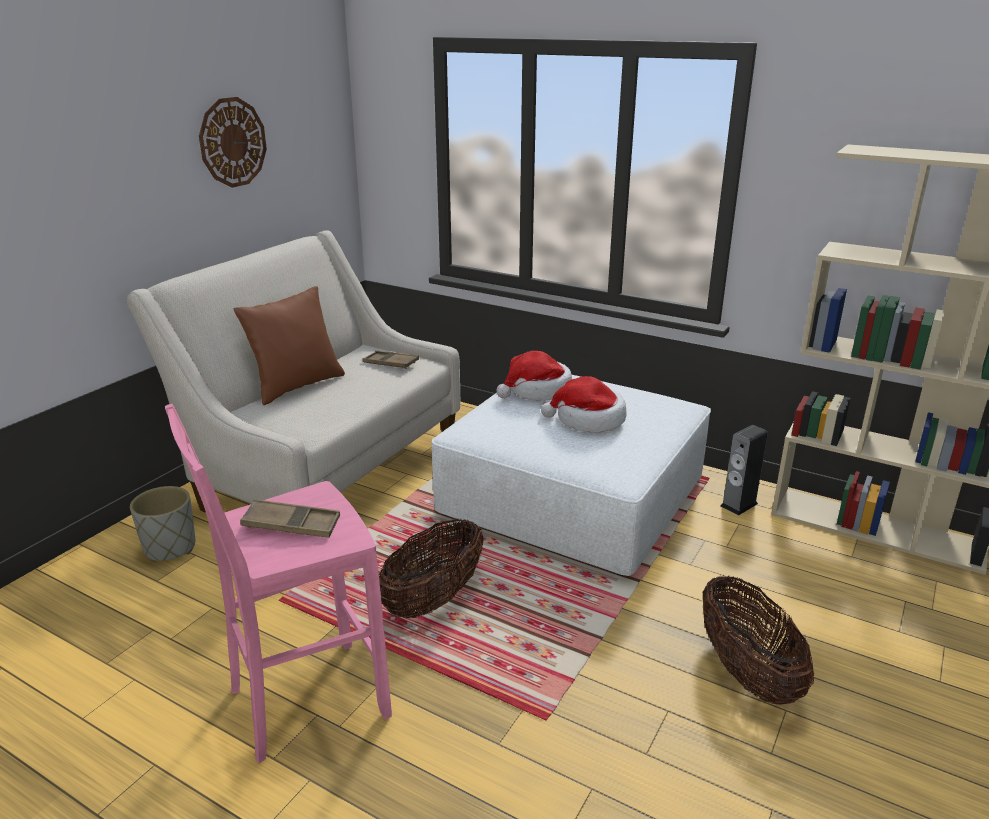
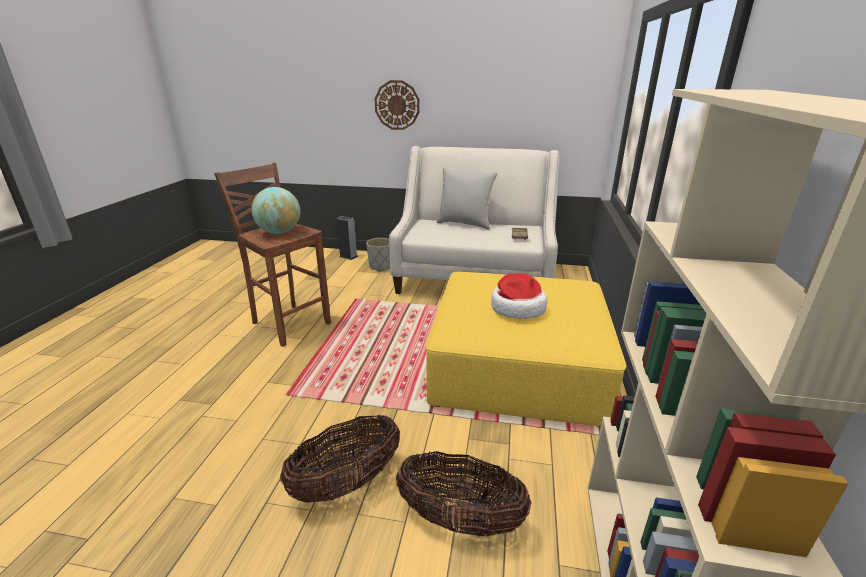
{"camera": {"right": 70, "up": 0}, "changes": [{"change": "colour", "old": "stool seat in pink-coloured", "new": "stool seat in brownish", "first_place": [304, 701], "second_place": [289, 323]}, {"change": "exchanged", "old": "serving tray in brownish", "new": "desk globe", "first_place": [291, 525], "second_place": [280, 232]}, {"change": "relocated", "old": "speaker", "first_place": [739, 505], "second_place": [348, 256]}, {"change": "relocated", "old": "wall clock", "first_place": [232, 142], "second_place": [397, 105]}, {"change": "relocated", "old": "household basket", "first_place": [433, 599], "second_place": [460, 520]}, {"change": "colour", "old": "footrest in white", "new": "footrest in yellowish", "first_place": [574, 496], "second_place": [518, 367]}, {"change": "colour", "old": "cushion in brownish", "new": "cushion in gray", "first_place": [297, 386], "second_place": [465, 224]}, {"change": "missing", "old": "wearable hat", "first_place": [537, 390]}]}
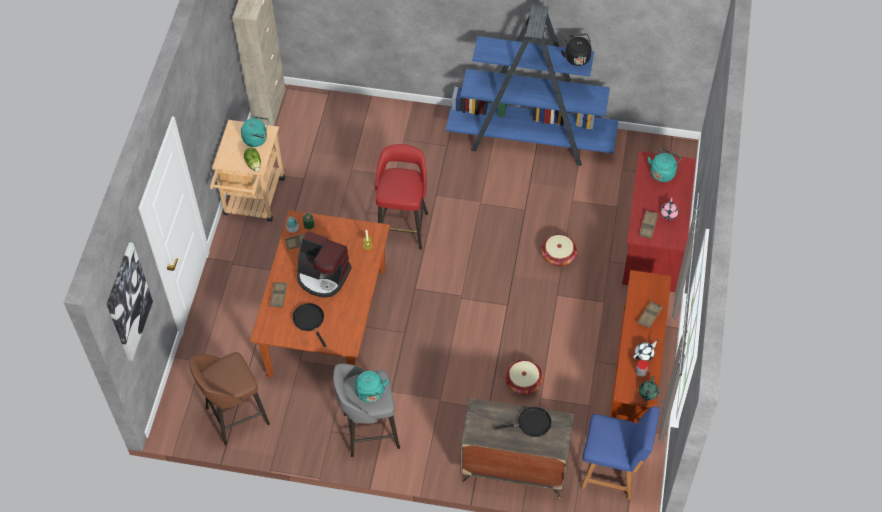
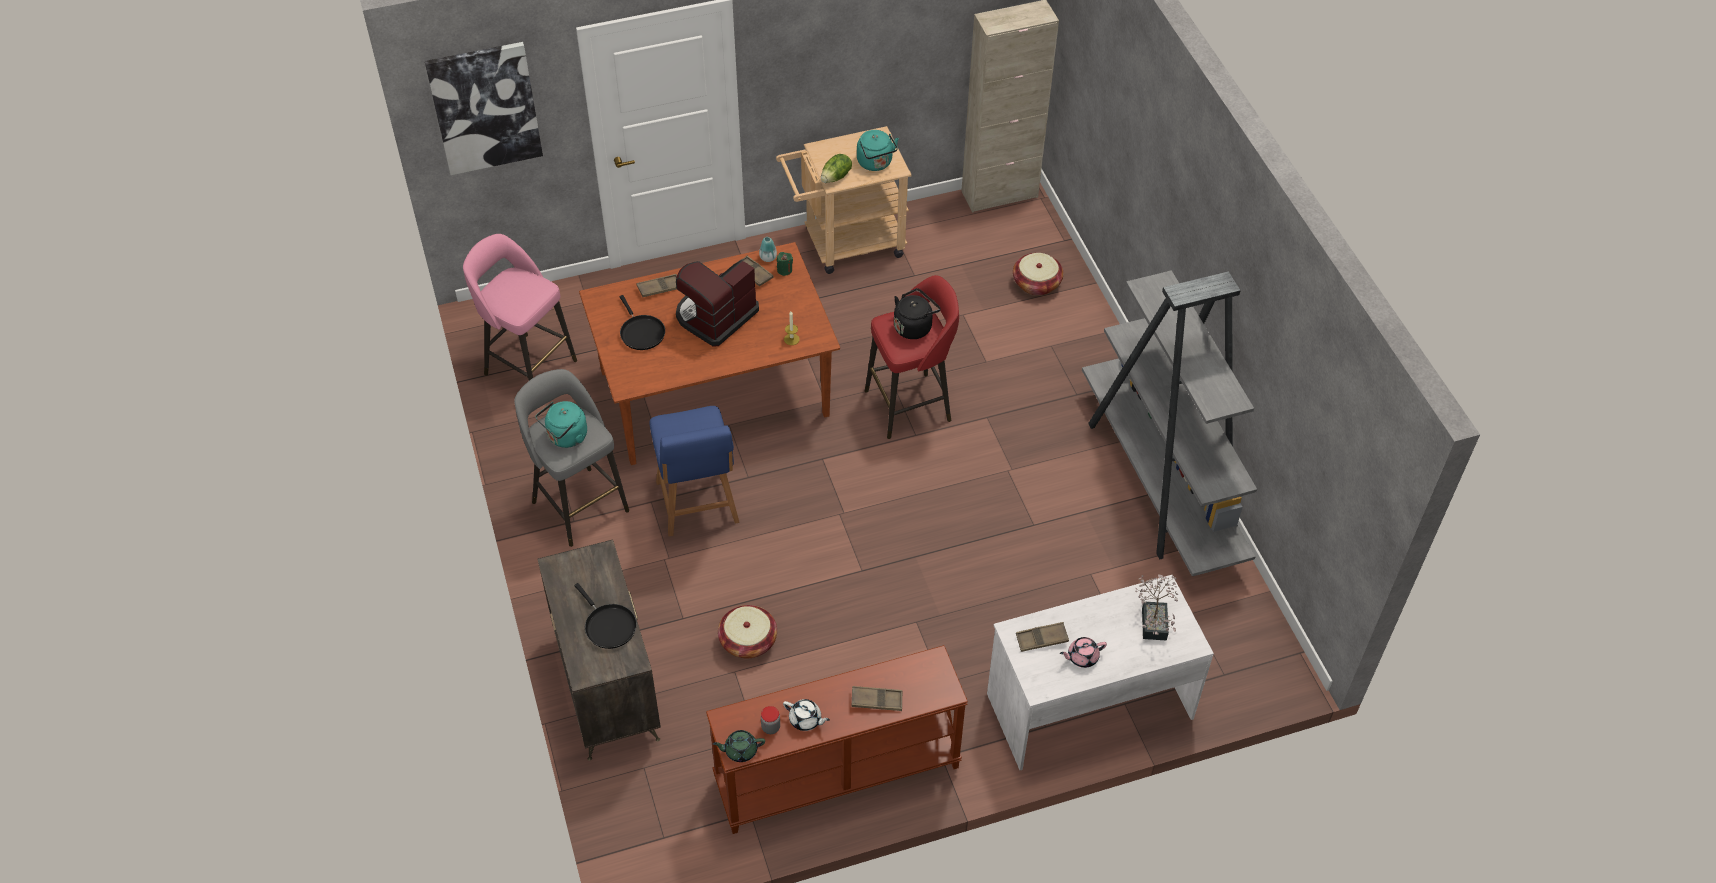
{"camera": {"right": 60, "up": -5}, "changes": [{"change": "colour", "old": "stool seat in brownish", "new": "stool seat in pink-coloured", "first_place": [235, 416], "second_place": [528, 366]}, {"change": "spun", "old": "pan in black-coloured", "first_place": [309, 320], "second_place": [641, 332], "degrees": 120}, {"change": "relocated", "old": "upright chair in bluish", "first_place": [613, 472], "second_place": [698, 505]}, {"change": "spun", "old": "coffee maker", "first_place": [323, 276], "second_place": [715, 316], "degrees": 45}, {"change": "relocated", "old": "kettle in black-coloured", "first_place": [576, 57], "second_place": [914, 326]}, {"change": "colour", "old": "desk in red", "new": "desk in white", "first_place": [653, 242], "second_place": [1089, 704]}, {"change": "relocated", "old": "household basket", "first_place": [558, 256], "second_place": [1036, 283]}, {"change": "colour", "old": "bookshelf in bluish", "new": "bookshelf in gray", "first_place": [531, 139], "second_place": [1160, 482]}, {"change": "exchanged", "old": "kettle in turquoise-coloured", "new": "houseplant", "first_place": [663, 172], "second_place": [1154, 620]}]}
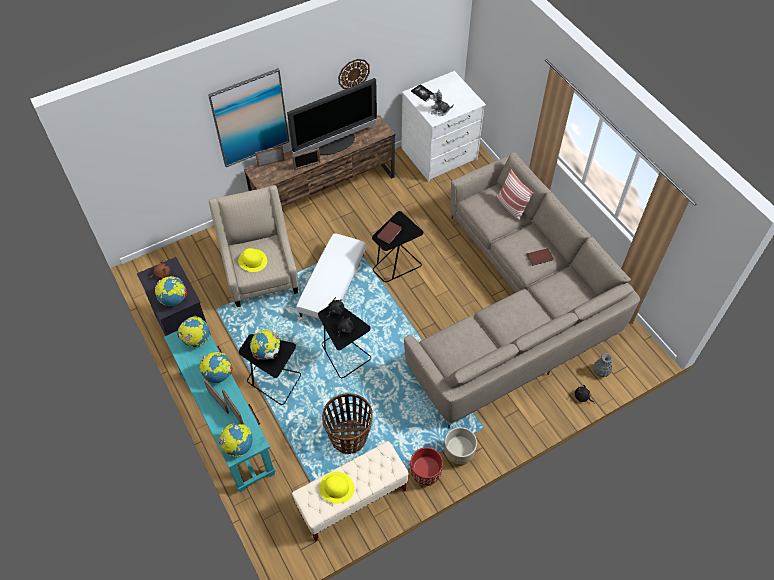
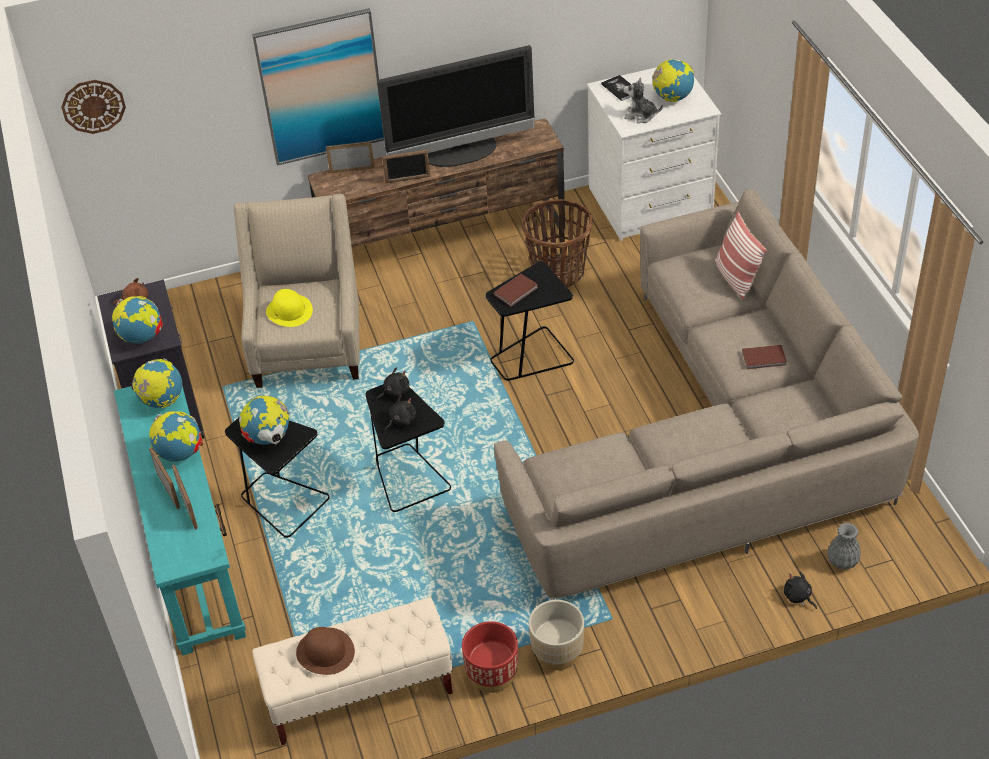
{"camera": {"right": 15, "up": -10}, "changes": [{"change": "relocated", "old": "wall clock", "first_place": [353, 74], "second_place": [93, 106]}, {"change": "colour", "old": "wearable hat in yellowish", "new": "wearable hat in brownish", "first_place": [337, 488], "second_place": [325, 652]}, {"change": "relocated", "old": "household basket", "first_place": [349, 437], "second_place": [558, 273]}, {"change": "relocated", "old": "desk globe", "first_place": [238, 446], "second_place": [672, 98]}, {"change": "missing", "old": "footrest in white", "first_place": [332, 285]}]}
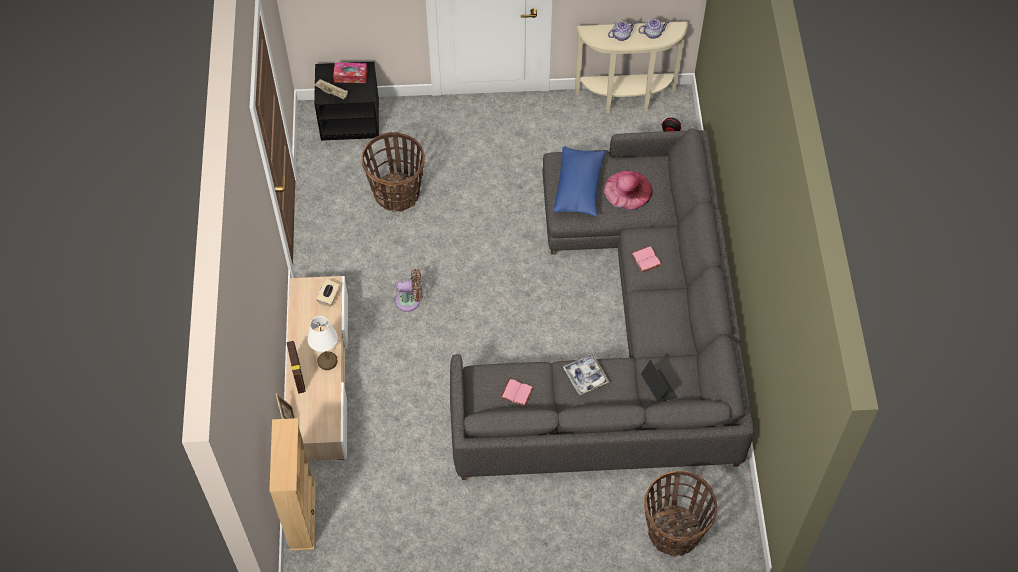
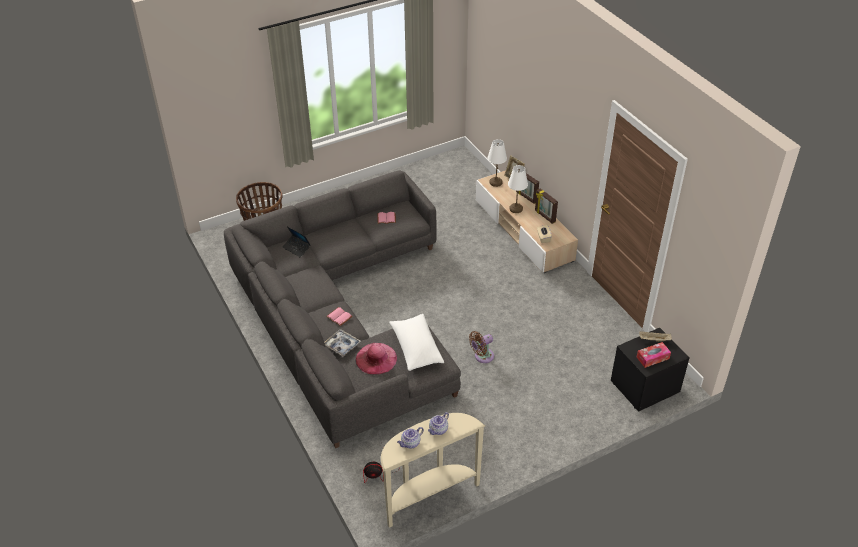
{"camera": {"right": 155, "up": -15}, "changes": [{"change": "relocated", "old": "serving tray", "first_place": [585, 376], "second_place": [342, 345]}, {"change": "colour", "old": "cushion in bluish", "new": "cushion in white", "first_place": [578, 188], "second_place": [416, 348]}, {"change": "relocated", "old": "cooling fan in brownish", "first_place": [410, 301], "second_place": [482, 356]}, {"change": "appeared", "new": "lamp for a table in white", "second_place": [495, 182]}, {"change": "appeared", "new": "photo frame", "second_place": [544, 216]}, {"change": "missing", "old": "bookshelf in sand-coloured", "first_place": [302, 516]}, {"change": "missing", "old": "household basket", "first_place": [397, 193]}]}
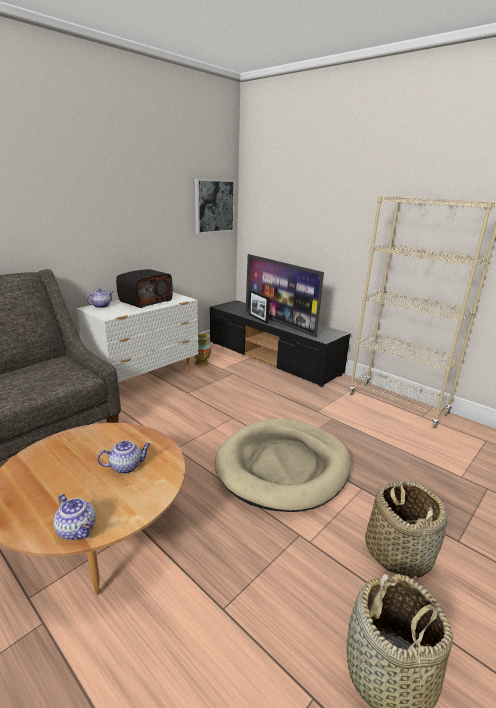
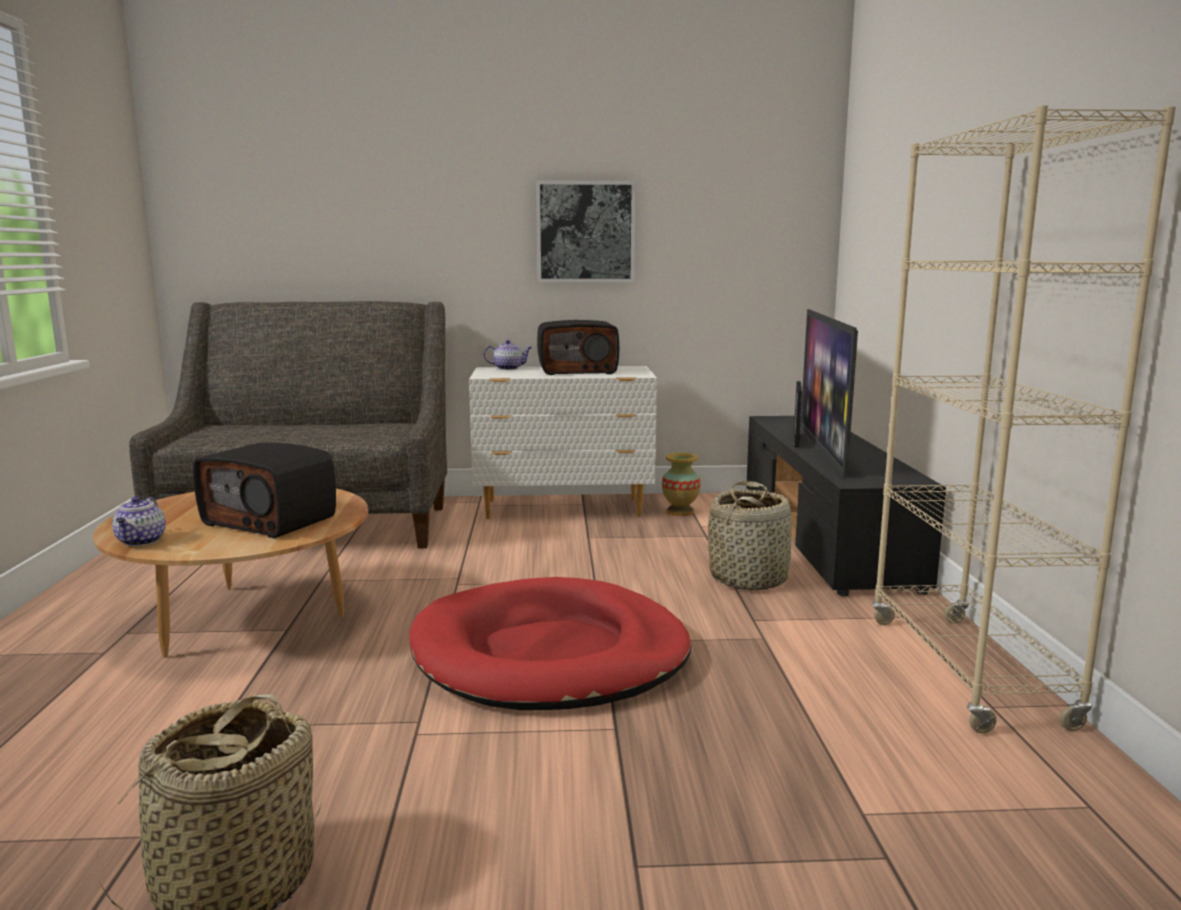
{"camera": {"right": 45, "up": -10}, "changes": [{"change": "exchanged", "old": "tea pot", "new": "radio receiver", "first_place": [126, 466], "second_place": [271, 520]}, {"change": "colour", "old": "dog bed in sand-coloured", "new": "dog bed in red", "first_place": [283, 466], "second_place": [550, 654]}, {"change": "relocated", "old": "wall art", "first_place": [214, 206], "second_place": [585, 232]}, {"change": "relocated", "old": "household basket", "first_place": [398, 551], "second_place": [749, 578]}]}
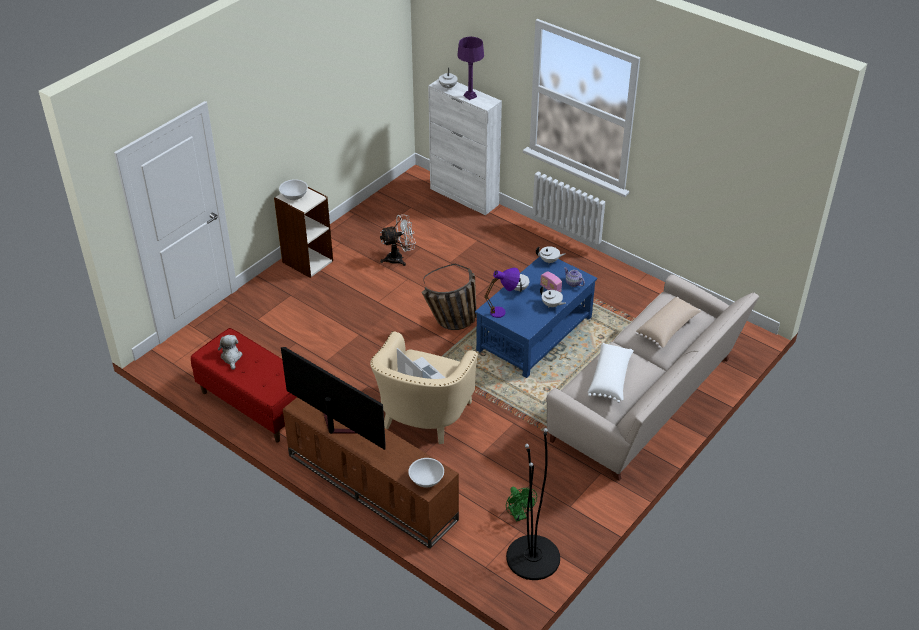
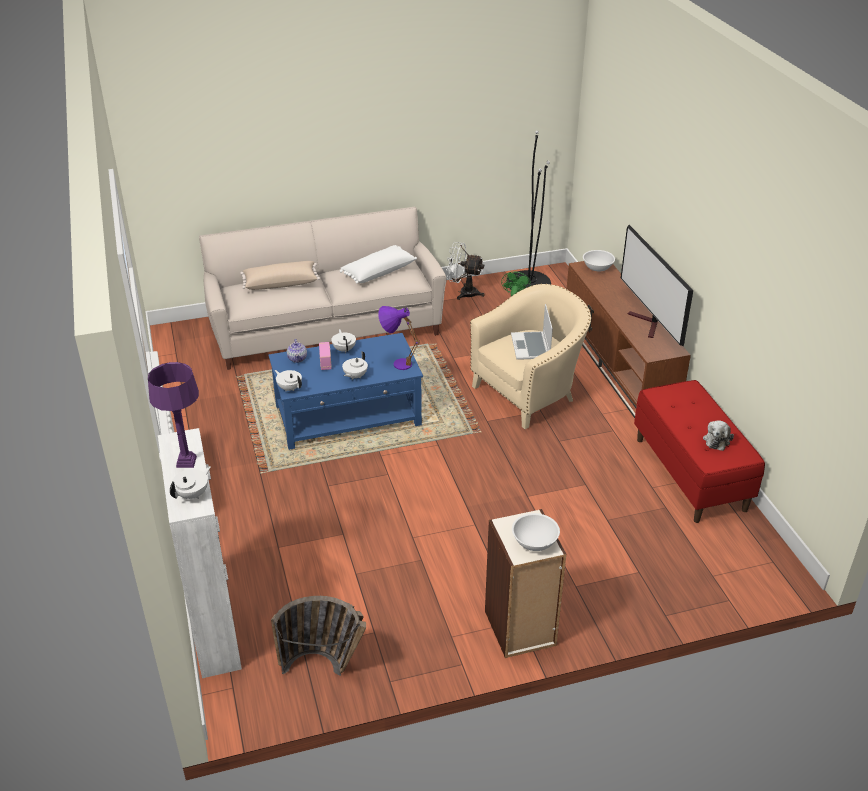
{"camera": {"right": -145, "up": -5}, "changes": [{"change": "relocated", "old": "household basket", "first_place": [451, 324], "second_place": [325, 667]}, {"change": "relocated", "old": "cooling fan in white", "first_place": [399, 258], "second_place": [463, 293]}]}
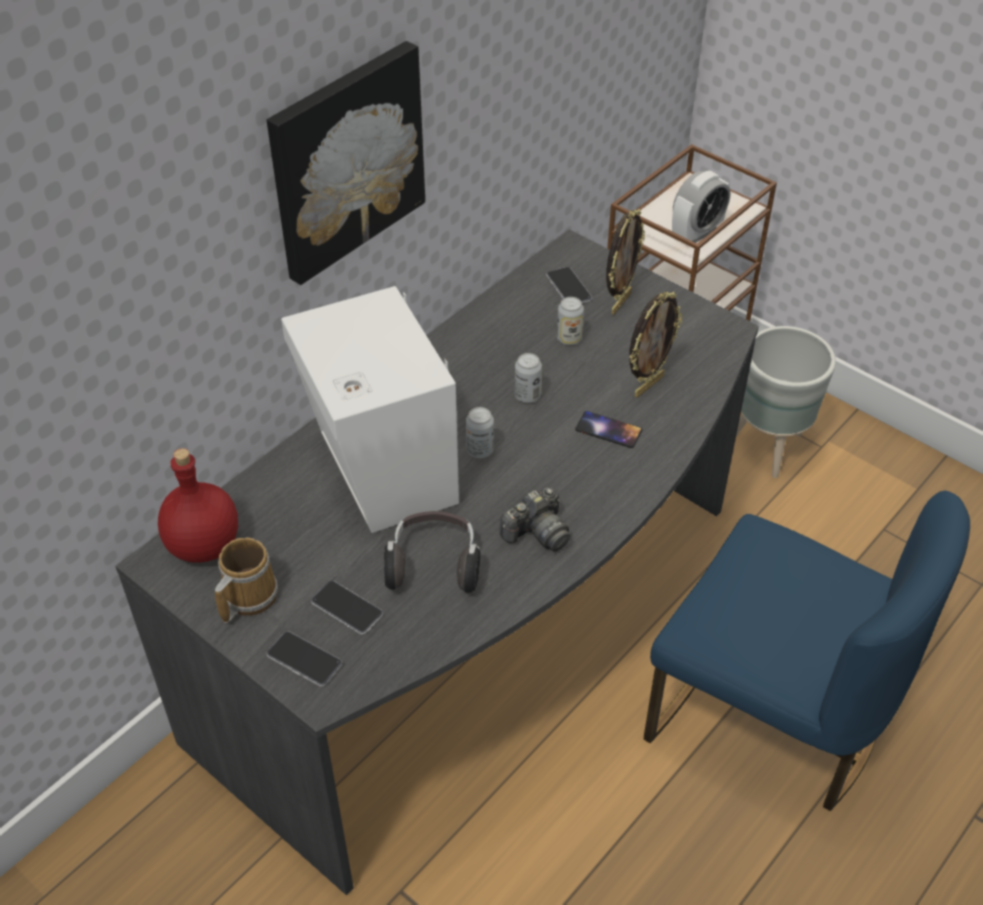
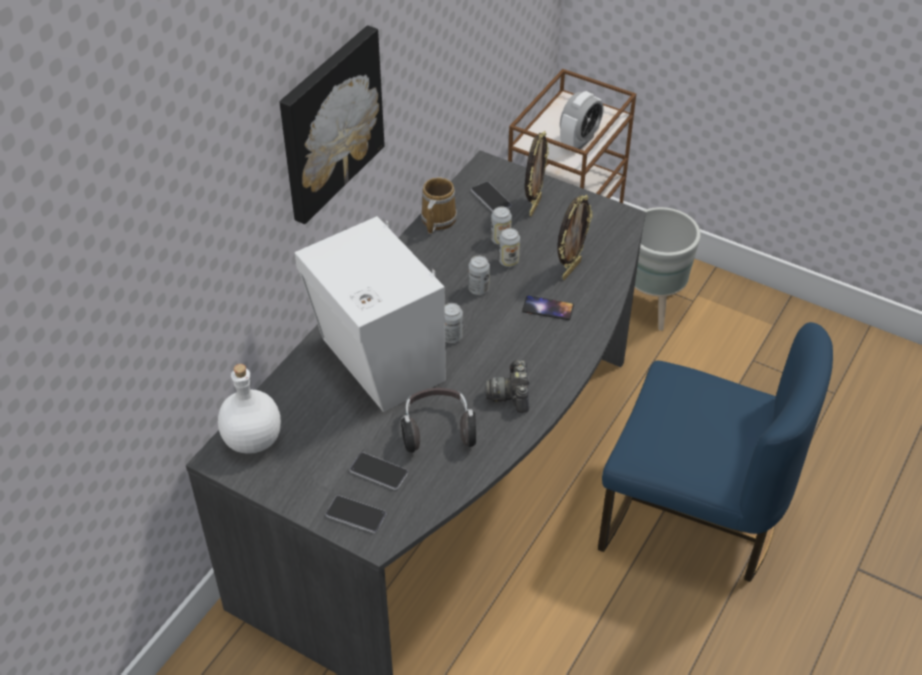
{"camera": {"right": -10, "up": 0}, "changes": [{"change": "colour", "old": "beverage bottle in red", "new": "beverage bottle in white", "first_place": [205, 546], "second_place": [254, 440]}, {"change": "relocated", "old": "mug", "first_place": [246, 597], "second_place": [436, 220]}, {"change": "spun", "old": "still camera", "first_place": [537, 533], "second_place": [511, 394], "degrees": 135}, {"change": "appeared", "new": "can", "second_place": [508, 261]}]}
